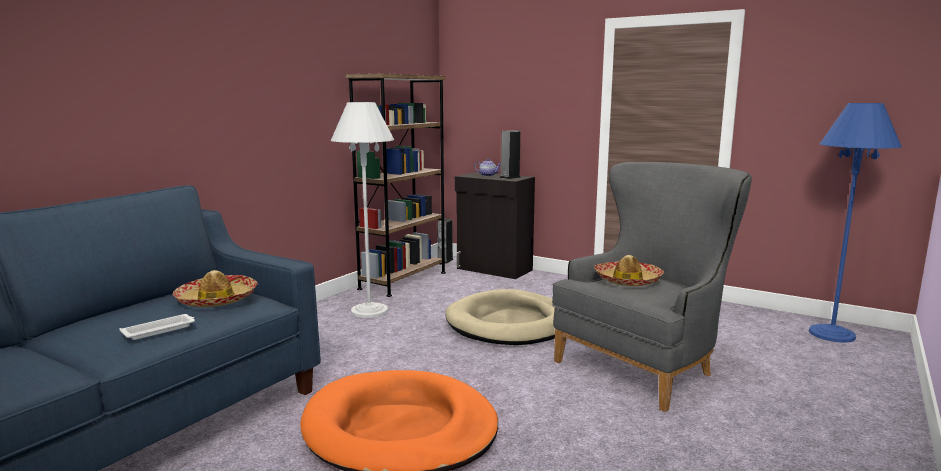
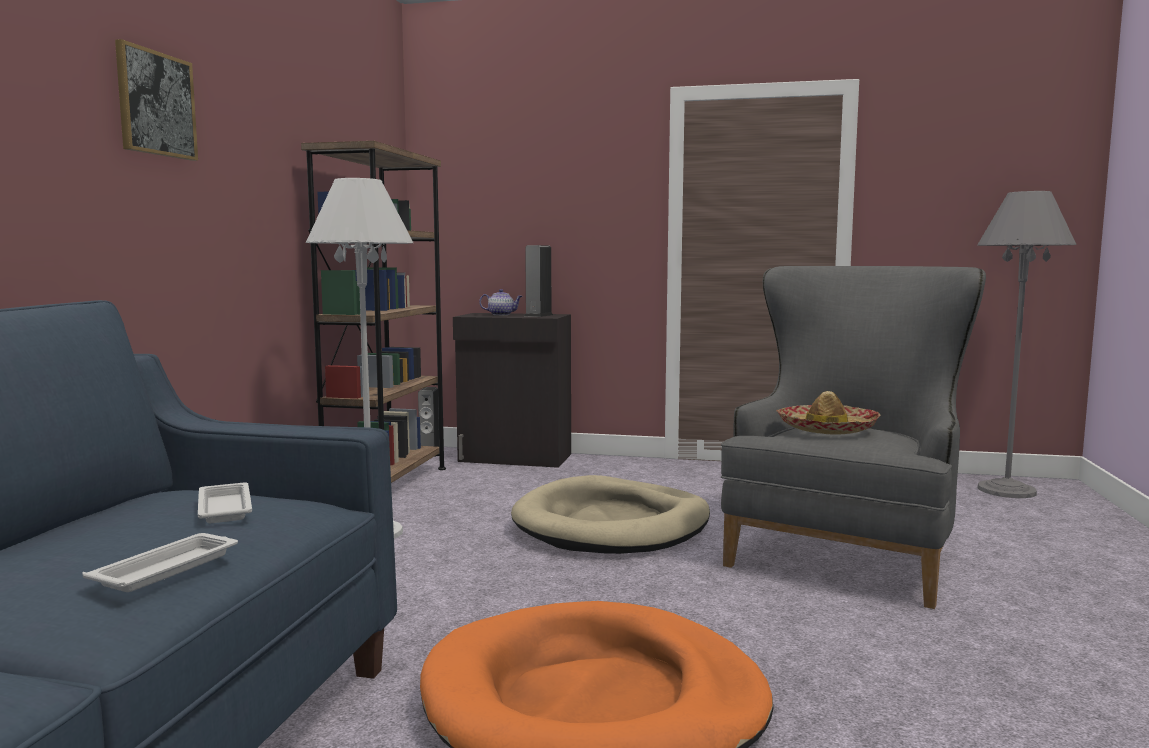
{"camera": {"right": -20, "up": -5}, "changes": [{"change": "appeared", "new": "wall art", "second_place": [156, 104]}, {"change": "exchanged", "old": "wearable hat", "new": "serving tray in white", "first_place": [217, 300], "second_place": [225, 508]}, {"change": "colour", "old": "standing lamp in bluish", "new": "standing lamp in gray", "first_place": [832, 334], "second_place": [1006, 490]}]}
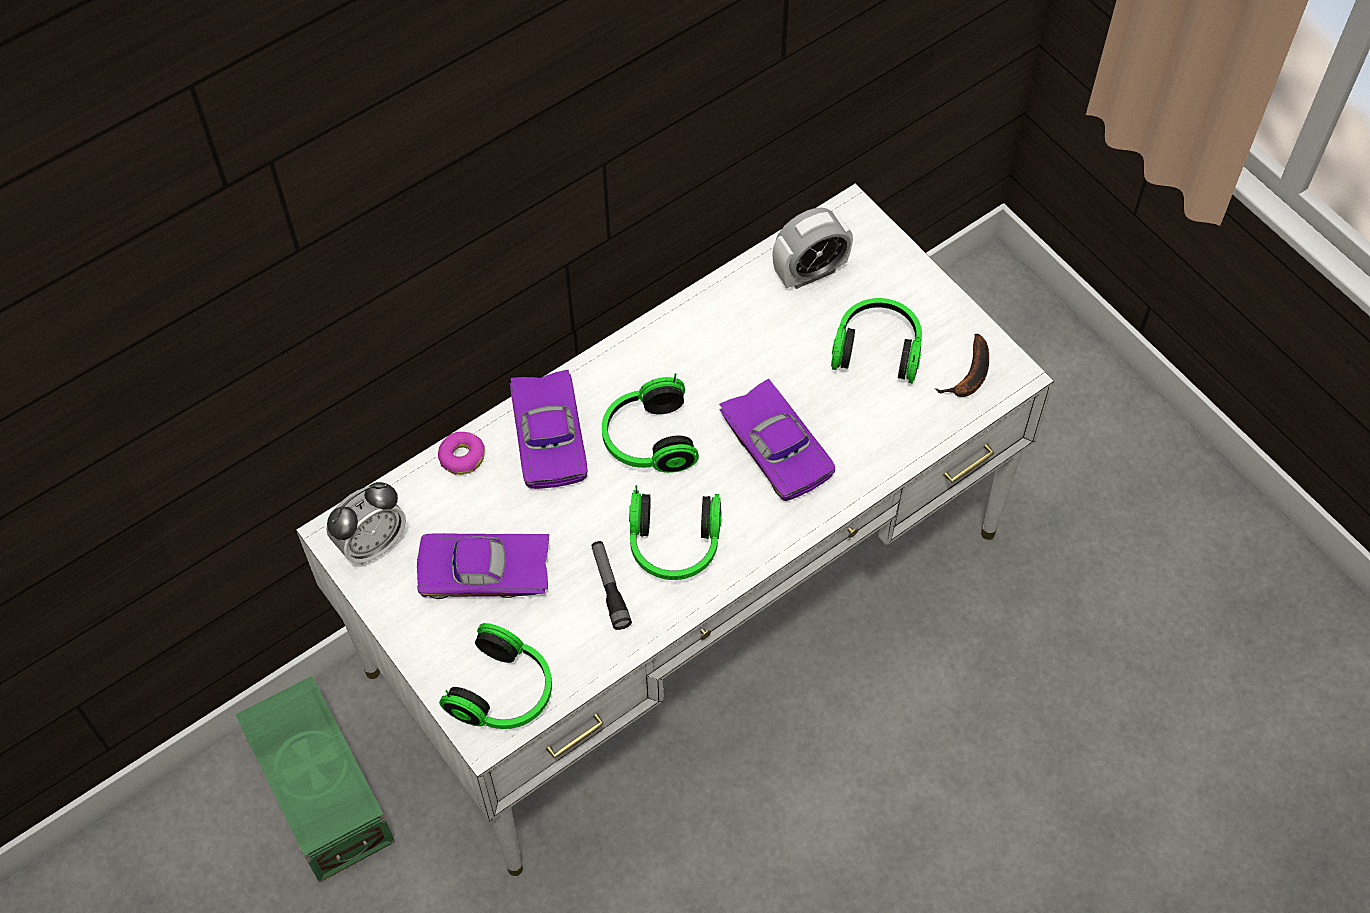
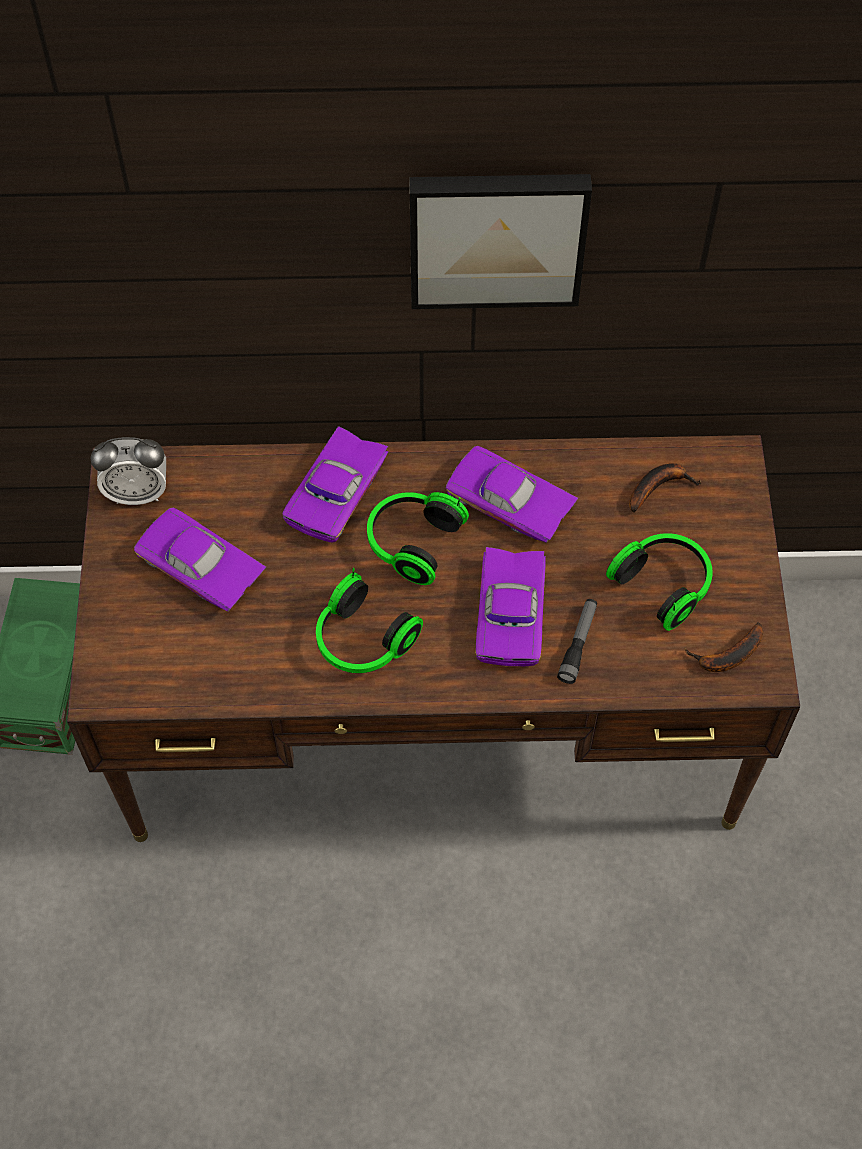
{"camera": {"right": 35, "up": 0}, "changes": [{"change": "colour", "old": "desk in white", "new": "desk in brownish", "first_place": [685, 601], "second_place": [431, 715]}, {"change": "appeared", "new": "wall art", "second_place": [496, 236]}, {"change": "appeared", "new": "miniature car in purplish", "second_place": [507, 505]}, {"change": "relocated", "old": "torch", "first_place": [610, 588], "second_place": [578, 644]}, {"change": "exchanged", "old": "table clock", "new": "banana fruit", "first_place": [810, 272], "second_place": [659, 486]}, {"change": "missing", "old": "donut", "first_place": [462, 457]}, {"change": "missing", "old": "headset", "first_place": [505, 693]}]}
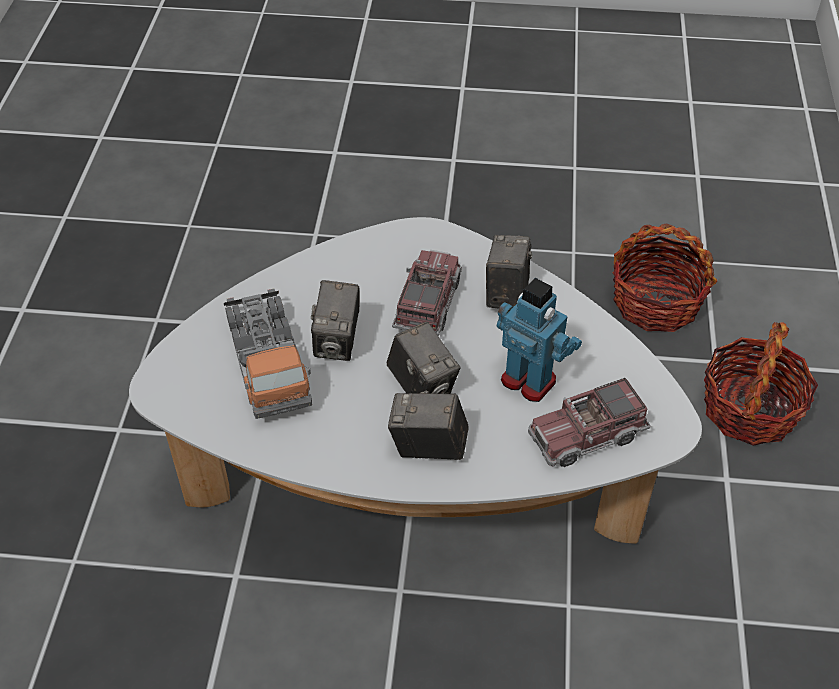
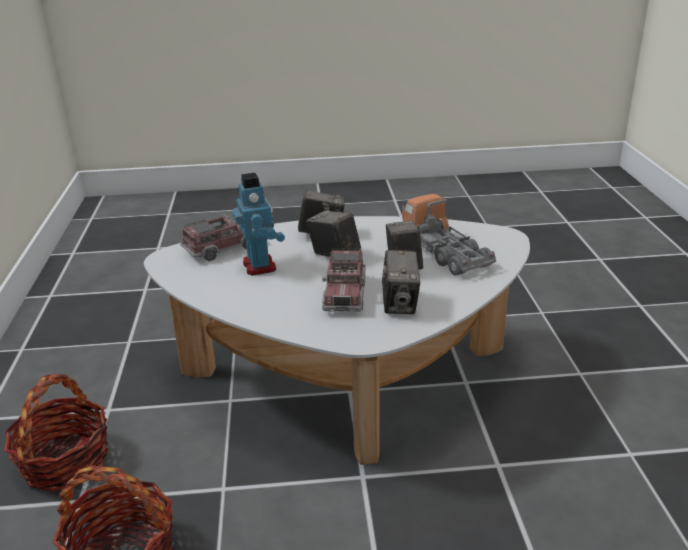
{"camera": {"right": 170, "up": -20}, "changes": [{"change": "spun", "old": "robot figure", "first_place": [529, 380], "second_place": [260, 266], "degrees": -135}, {"change": "relocated", "old": "still camera", "first_place": [506, 293], "second_place": [400, 304]}]}
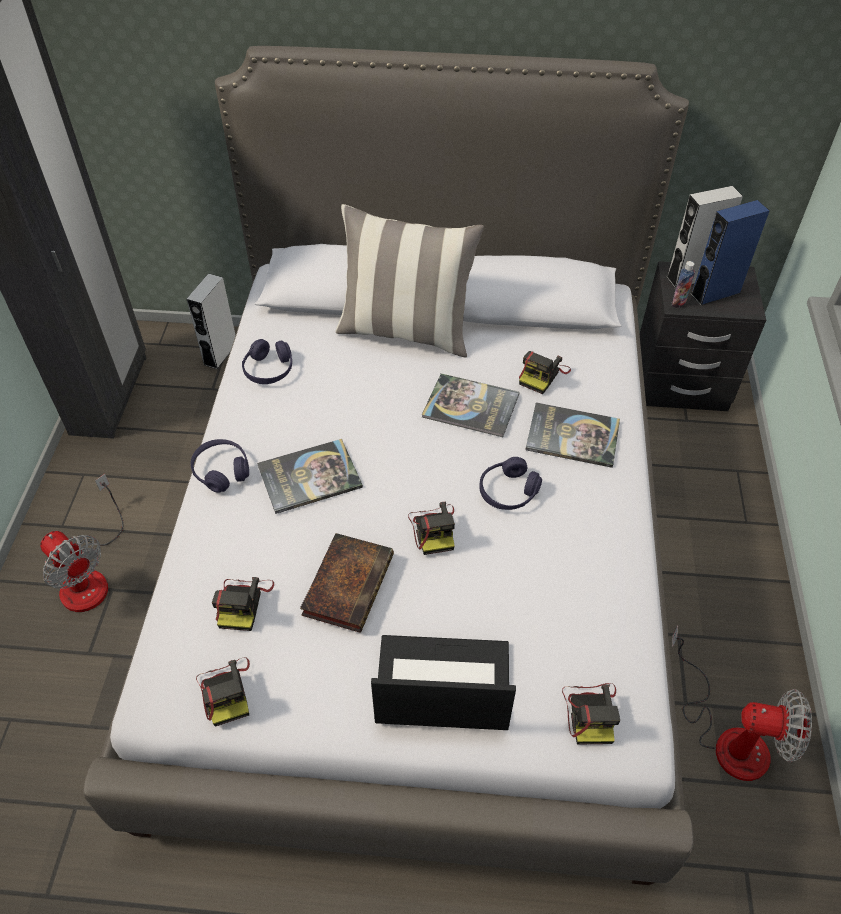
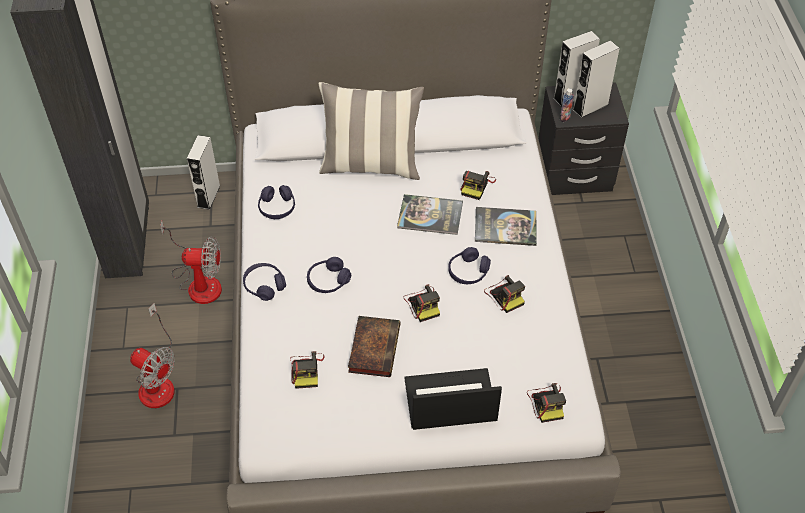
{"camera": {"right": -10, "up": 0}, "changes": [{"change": "relocated", "old": "cooling fan", "first_place": [728, 736], "second_place": [199, 282]}, {"change": "exchanged", "old": "bound book", "new": "headset in purplish", "first_place": [309, 477], "second_place": [328, 281]}, {"change": "relocated", "old": "still camera", "first_place": [226, 691], "second_place": [504, 295]}, {"change": "colour", "old": "speaker in bluish", "new": "speaker in gray", "first_place": [715, 293], "second_place": [590, 107]}]}
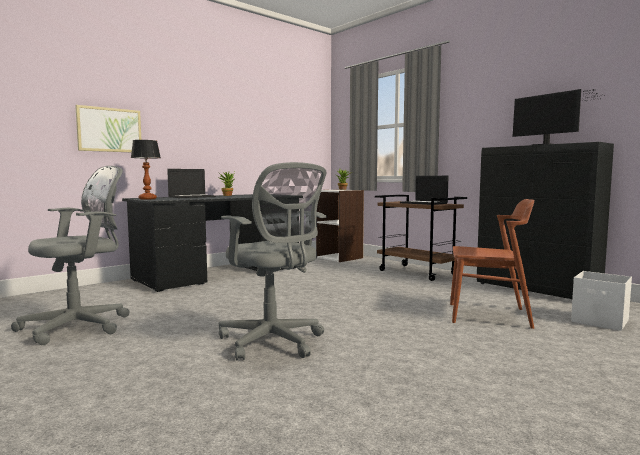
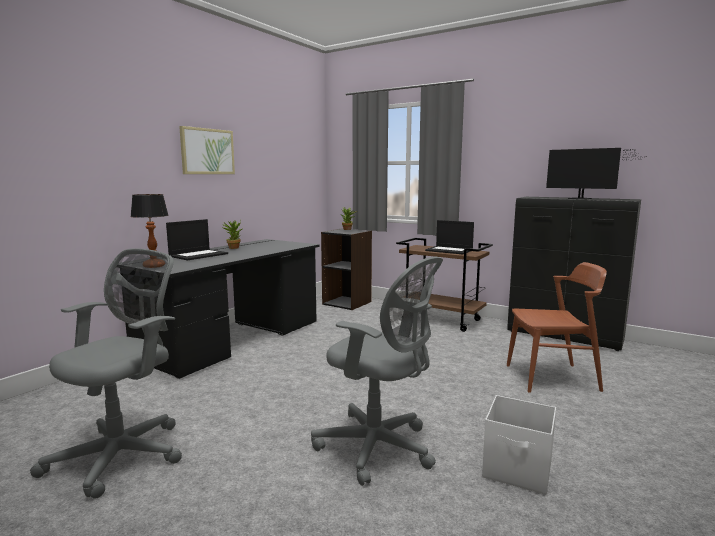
{"camera": {"right": -15, "up": 5}, "changes": [{"change": "relocated", "old": "wall art", "first_place": [109, 130], "second_place": [207, 151]}, {"change": "colour", "old": "bookshelf in white", "new": "bookshelf in black-coloured", "first_place": [340, 257], "second_place": [347, 303]}, {"change": "relocated", "old": "storage container in white", "first_place": [600, 321], "second_place": [518, 470]}]}
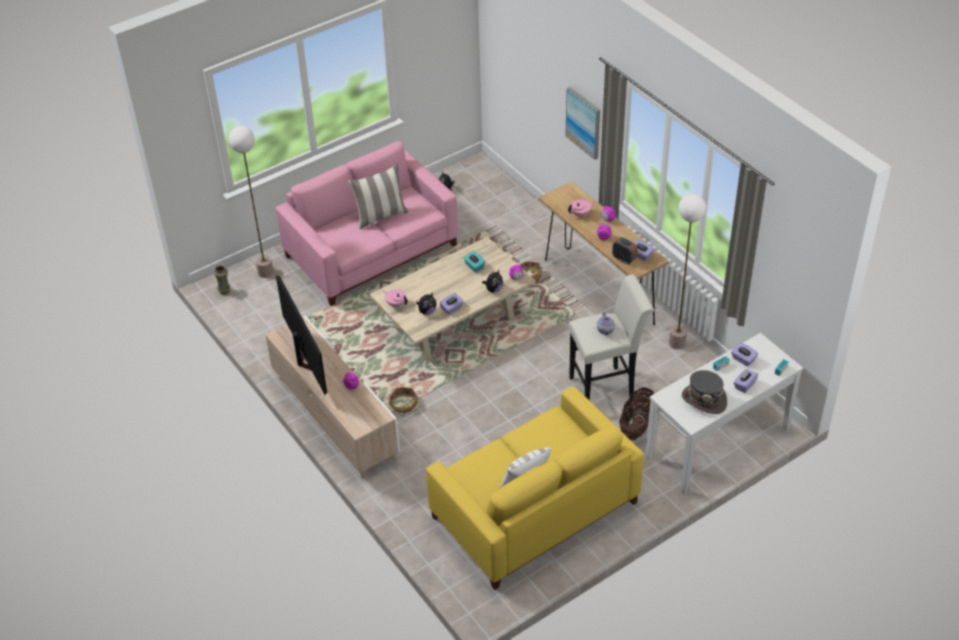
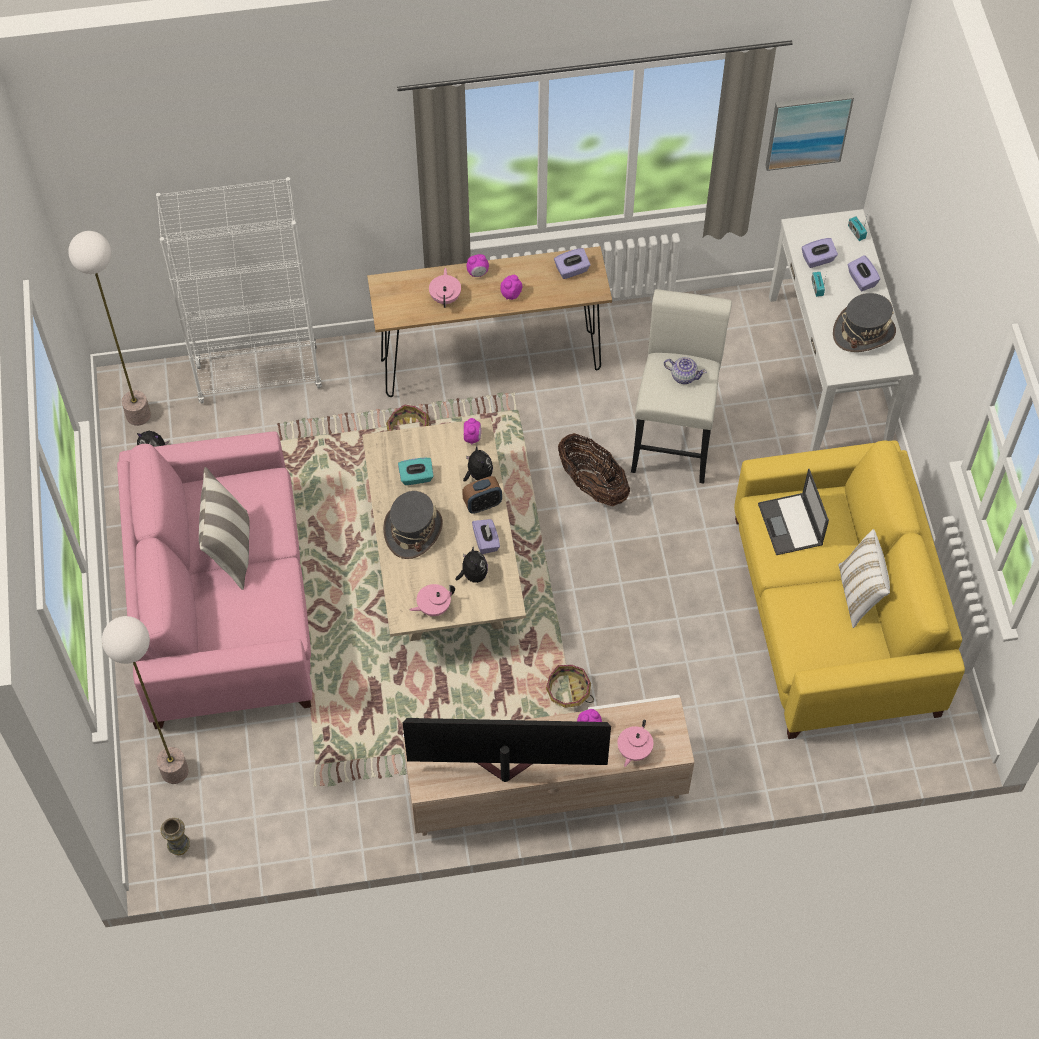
{"camera": {"right": -65, "up": 15}, "changes": [{"change": "relocated", "old": "standing lamp", "first_place": [677, 343], "second_place": [138, 415]}, {"change": "appeared", "new": "bookshelf in white", "second_place": [259, 375]}, {"change": "appeared", "new": "wearable hat in gray", "second_place": [413, 530]}, {"change": "relocated", "old": "table clock", "first_place": [624, 259], "second_place": [482, 504]}, {"change": "relocated", "old": "household basket", "first_place": [636, 426], "second_place": [592, 485]}, {"change": "appeared", "new": "tea pot in pink-coloured", "second_place": [633, 750]}, {"change": "appeared", "new": "laptop", "second_place": [791, 525]}, {"change": "relocated", "old": "wall art", "first_place": [584, 122], "second_place": [808, 130]}]}
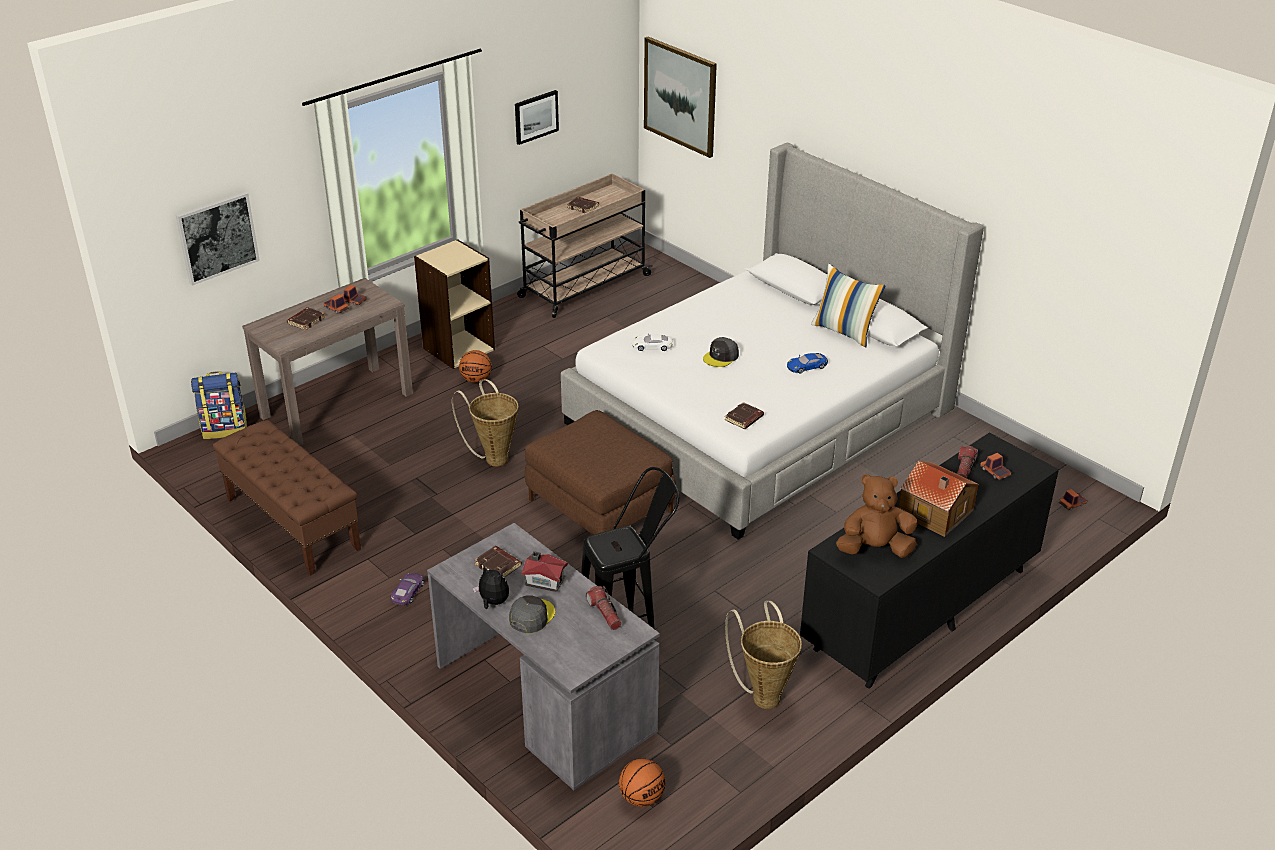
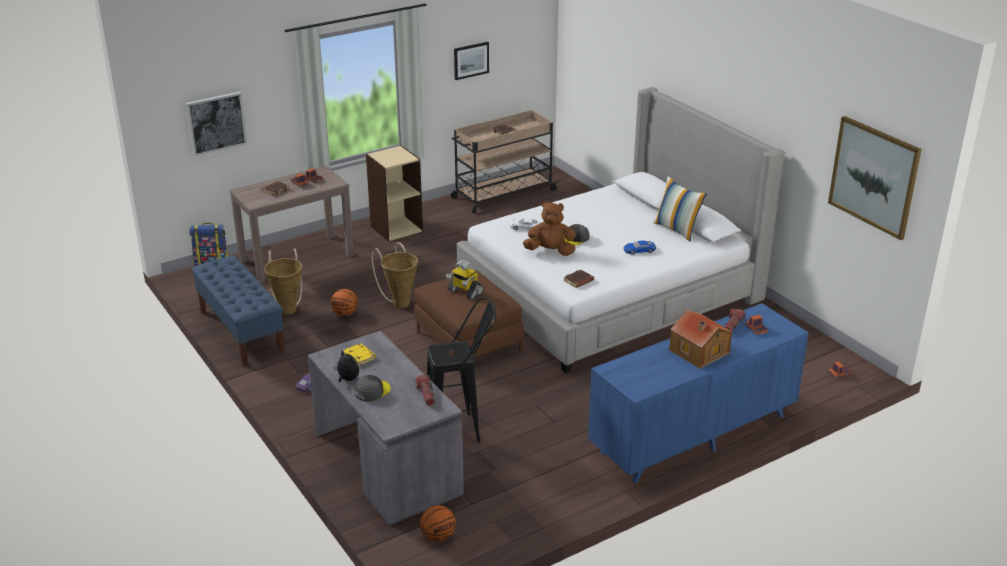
{"camera": {"right": 10, "up": -5}, "changes": [{"change": "colour", "old": "bench in brownish", "new": "bench in bluish", "first_place": [292, 523], "second_place": [241, 332]}, {"change": "relocated", "old": "household basket", "first_place": [763, 694], "second_place": [288, 308]}, {"change": "relocated", "old": "ball for basketball", "first_place": [476, 380], "second_place": [345, 313]}, {"change": "colour", "old": "bound book in brownish", "new": "bound book in yellowish", "first_place": [499, 565], "second_place": [360, 357]}, {"change": "appeared", "new": "robot figure", "second_place": [464, 292]}, {"change": "relocated", "old": "soft toy in brownish", "first_place": [874, 549], "second_place": [550, 251]}, {"change": "colour", "old": "dresser in black-coloured", "new": "dresser in bluish", "first_place": [921, 609], "second_place": [693, 434]}, {"change": "relocated", "old": "wall art", "first_place": [680, 96], "second_place": [874, 176]}, {"change": "missing", "old": "toy house", "first_place": [544, 580]}]}
